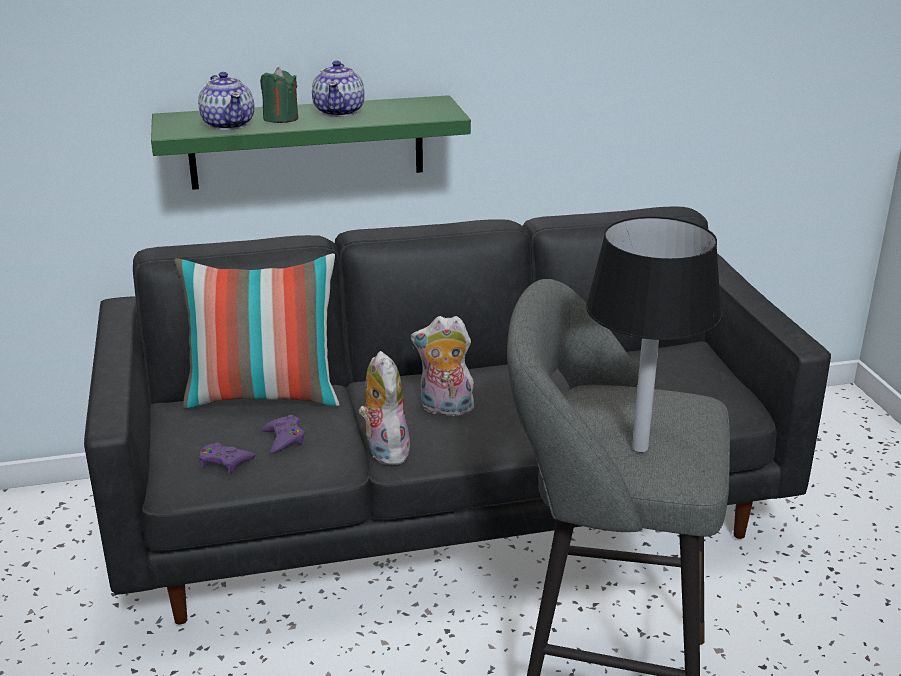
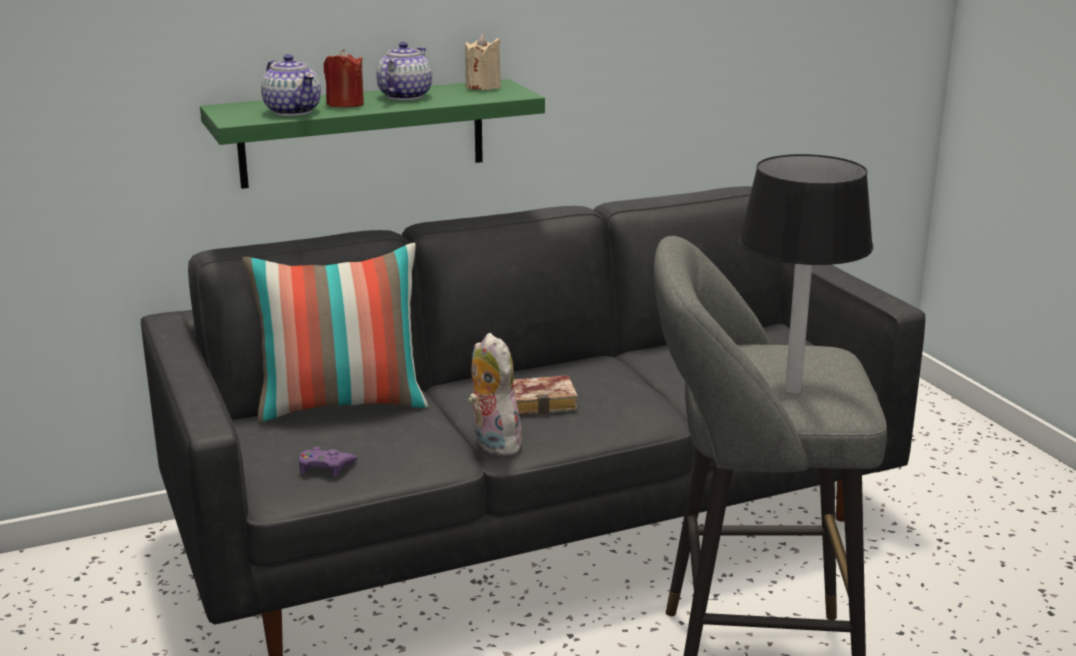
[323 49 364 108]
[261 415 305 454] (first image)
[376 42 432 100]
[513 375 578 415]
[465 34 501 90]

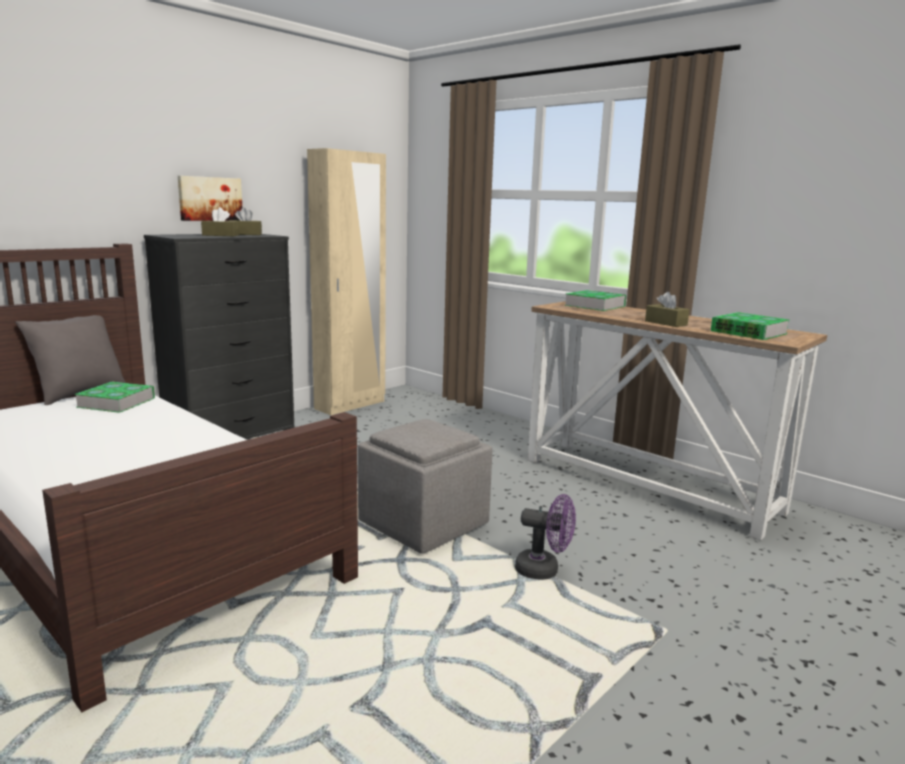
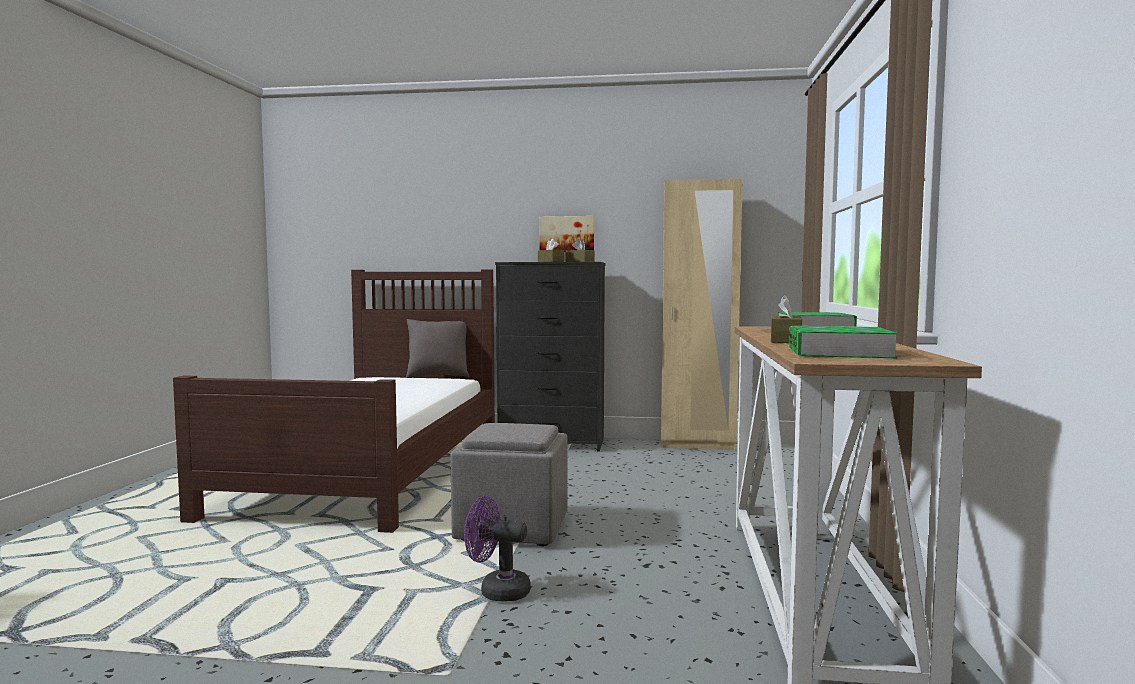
[75 381 155 413] (first image)
[464 496 531 601]

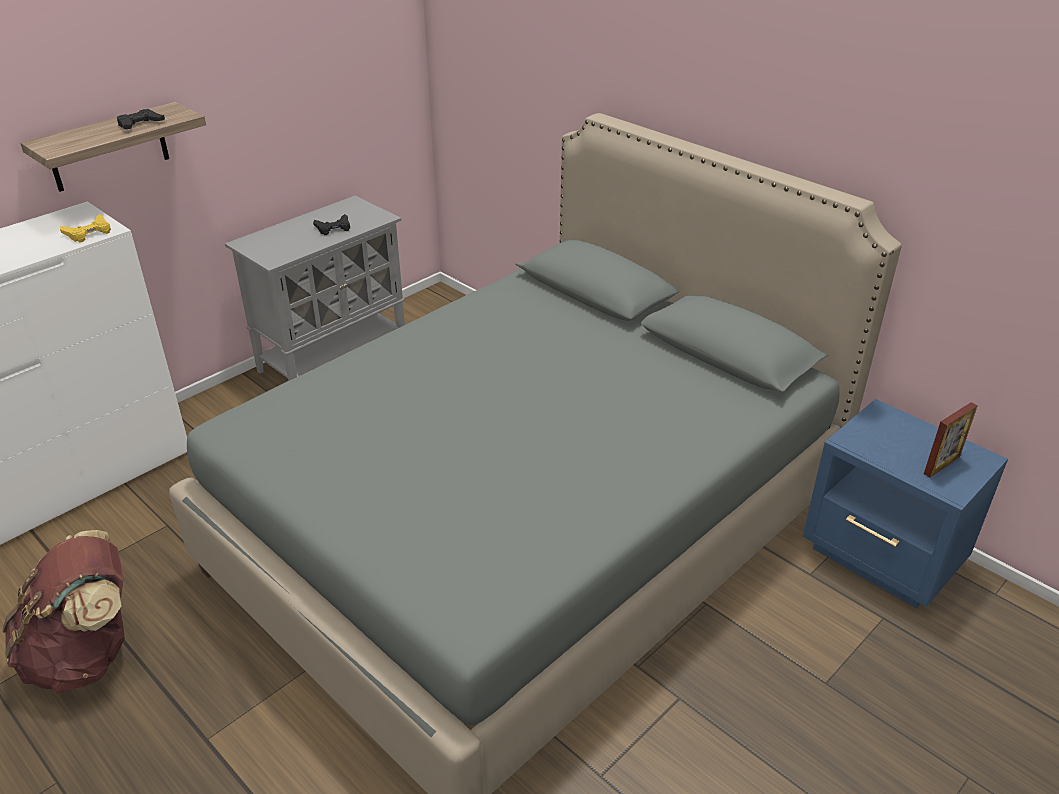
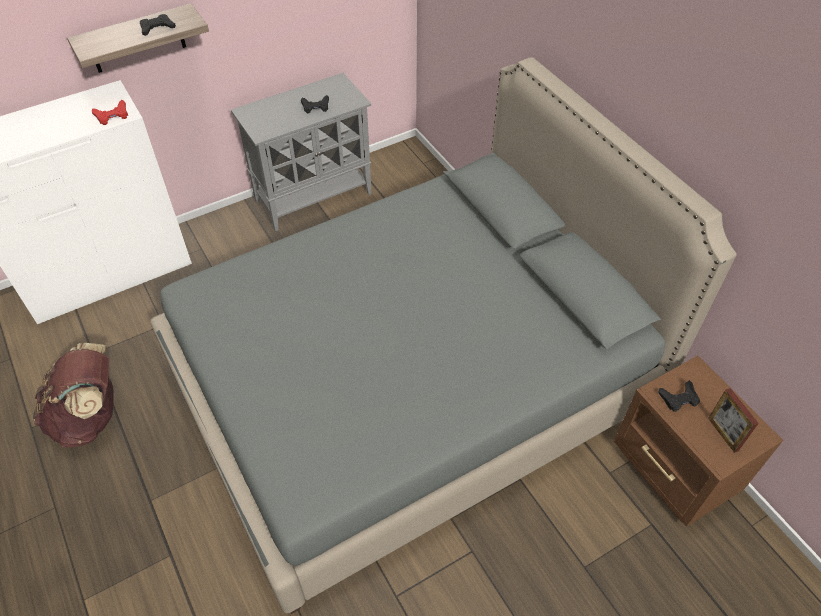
[92 100 128 125]
[614 356 783 527]
[708 388 759 453]
[659 380 700 412]

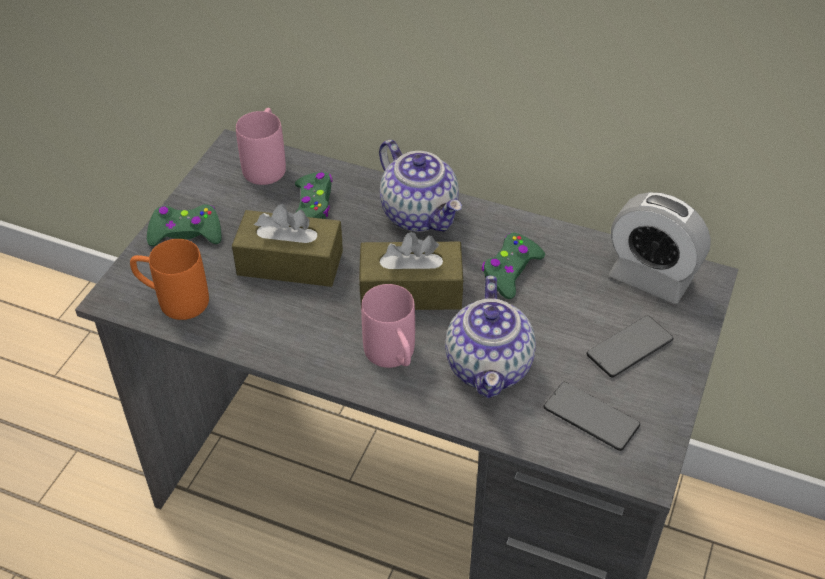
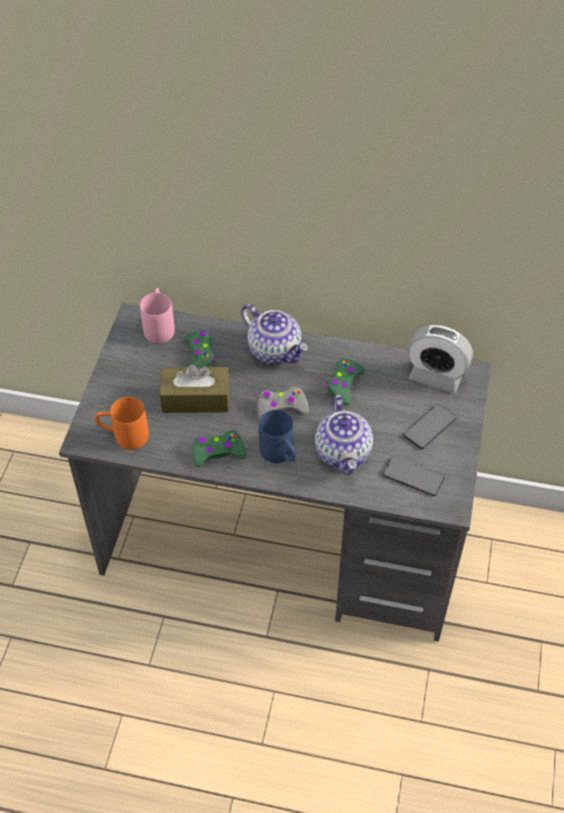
[193 430 247 467]
[257 387 309 420]
[259 410 296 463]

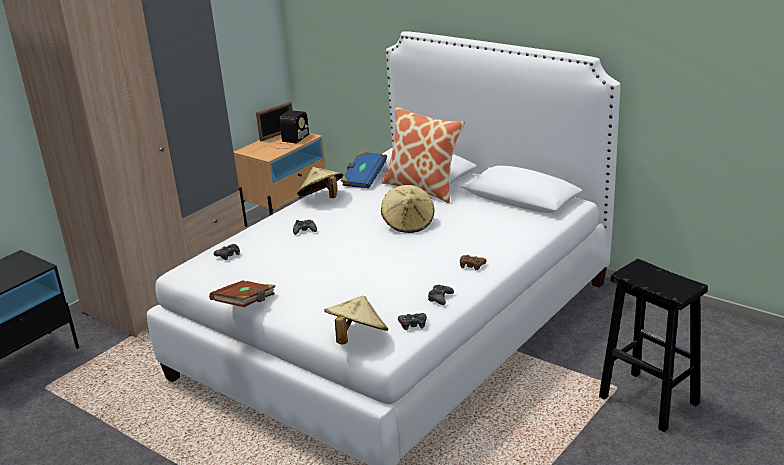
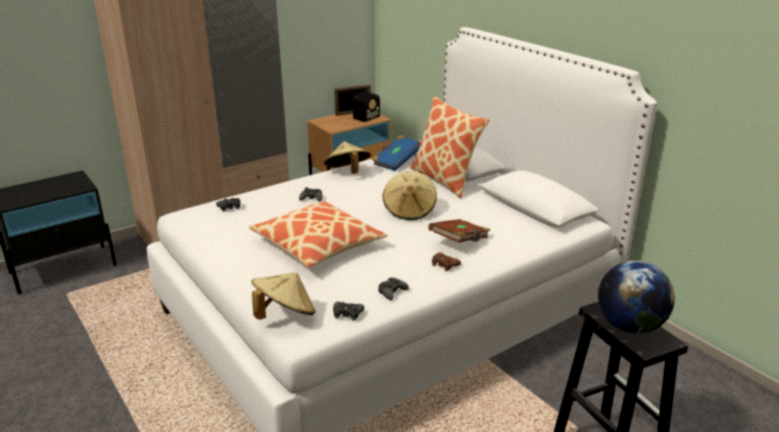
[428 219 490 243]
[249 201 388 268]
[598 261 675 334]

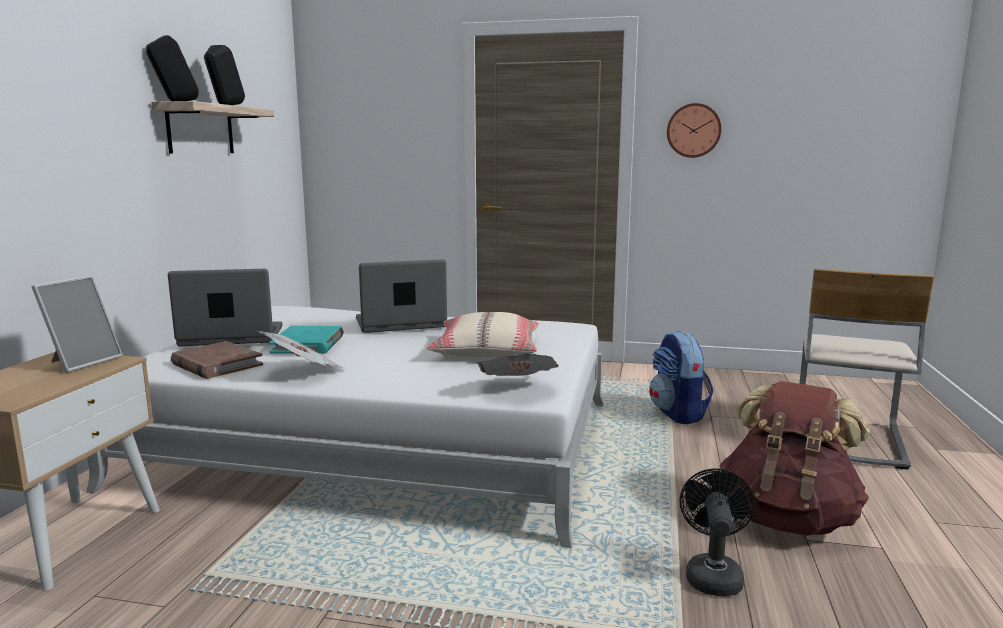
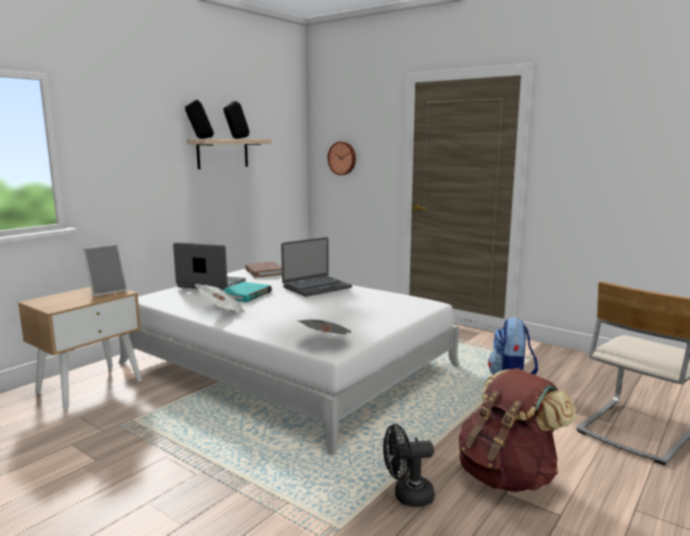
[245 261 282 278]
[281 237 352 297]
[427 312 539 358] (first image)
[327 142 356 175]
[383 424 435 507]

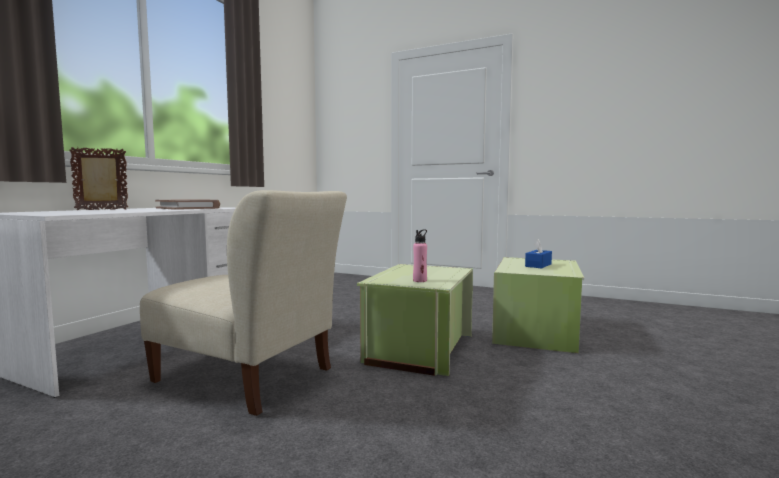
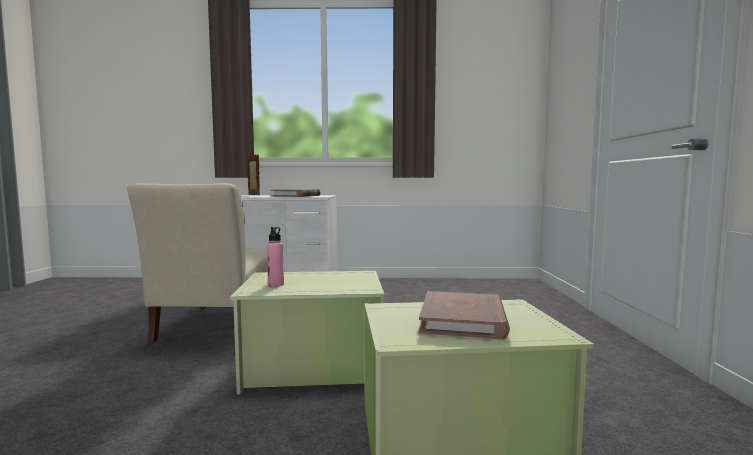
[419 291 510 339]

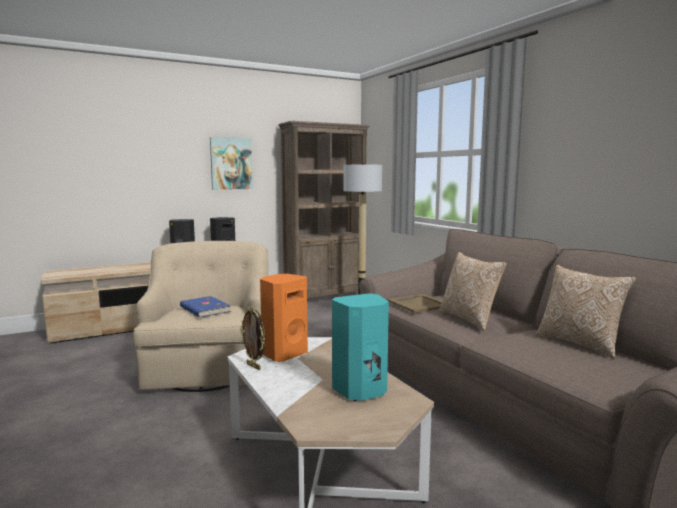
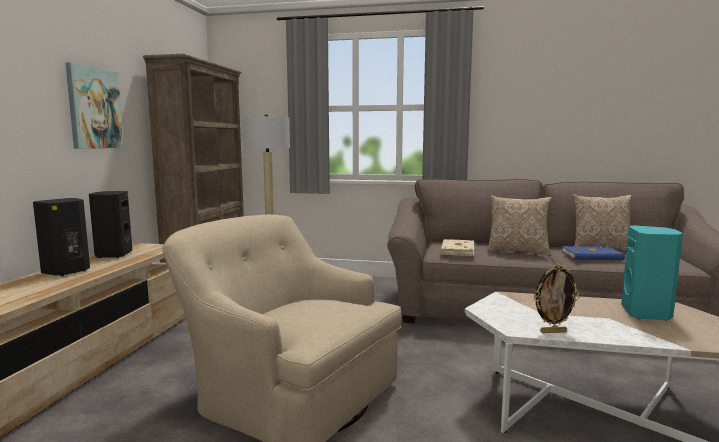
[562 246 625 261]
[260 274 308 362] (first image)
[440 239 475 256]

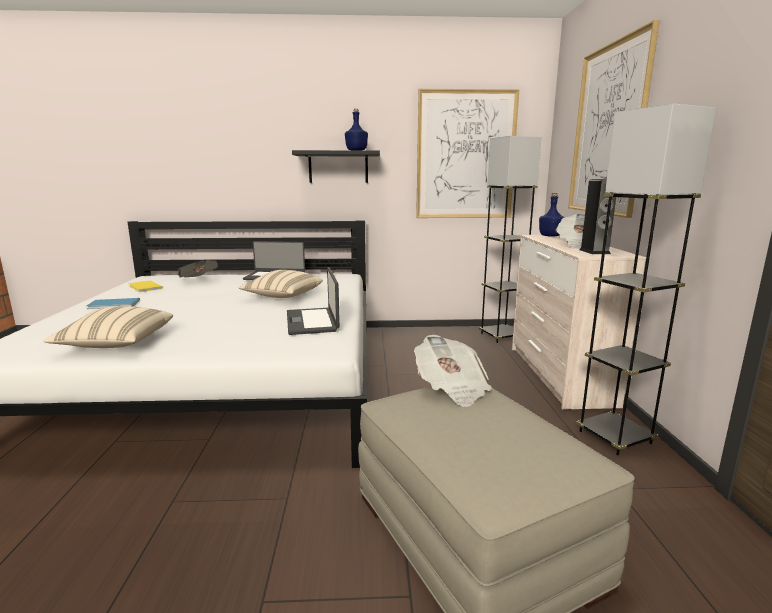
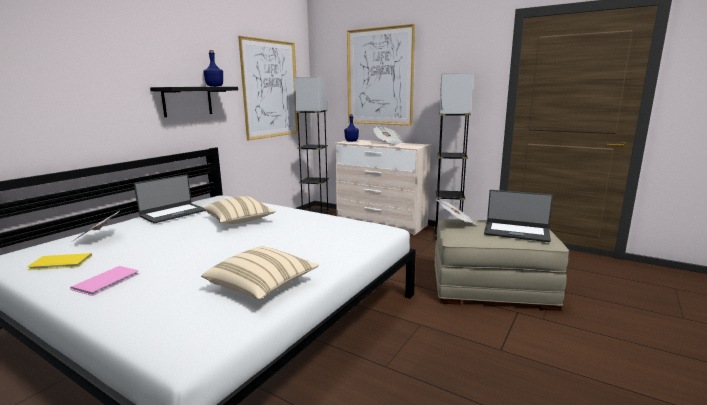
[70 266 139 296]
[484 190 553 242]
[579 179 616 254] (first image)

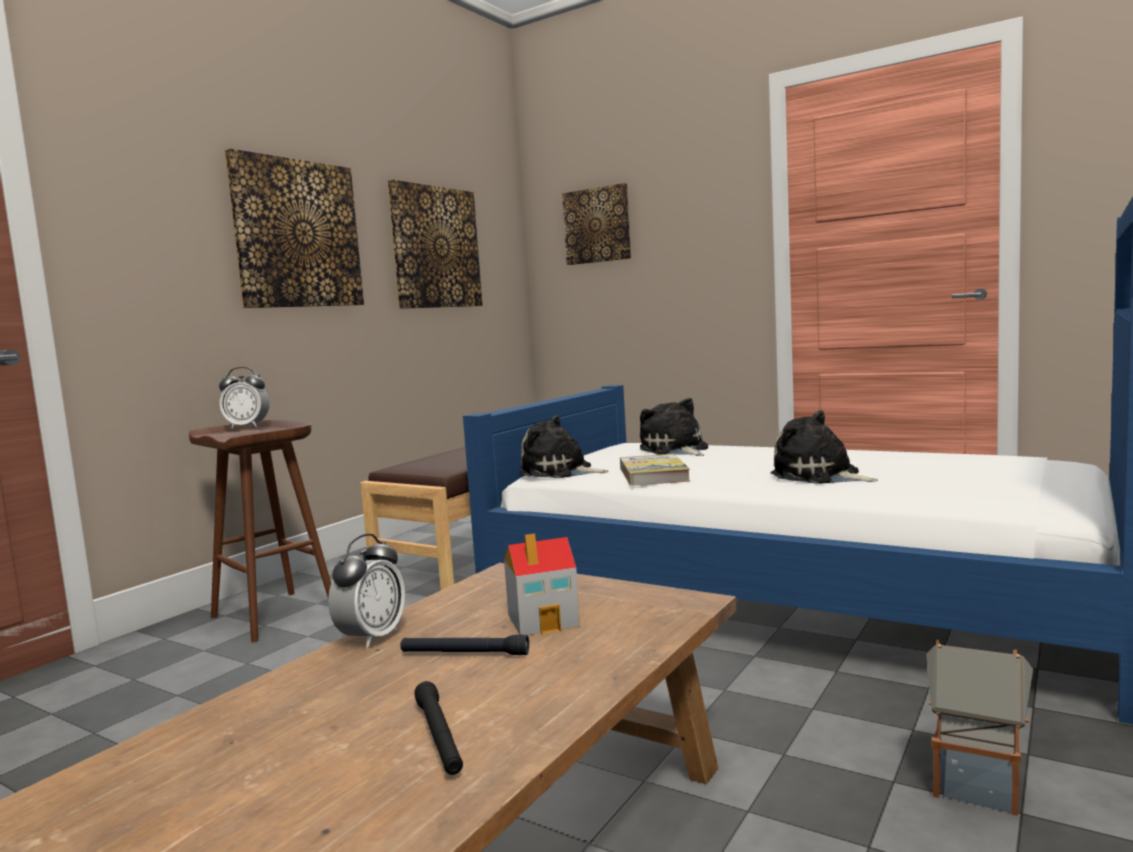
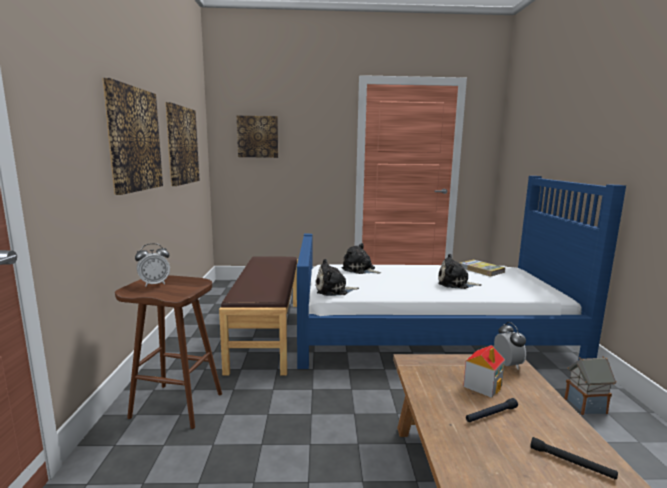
[494 322 526 370]
[460 260 506 276]

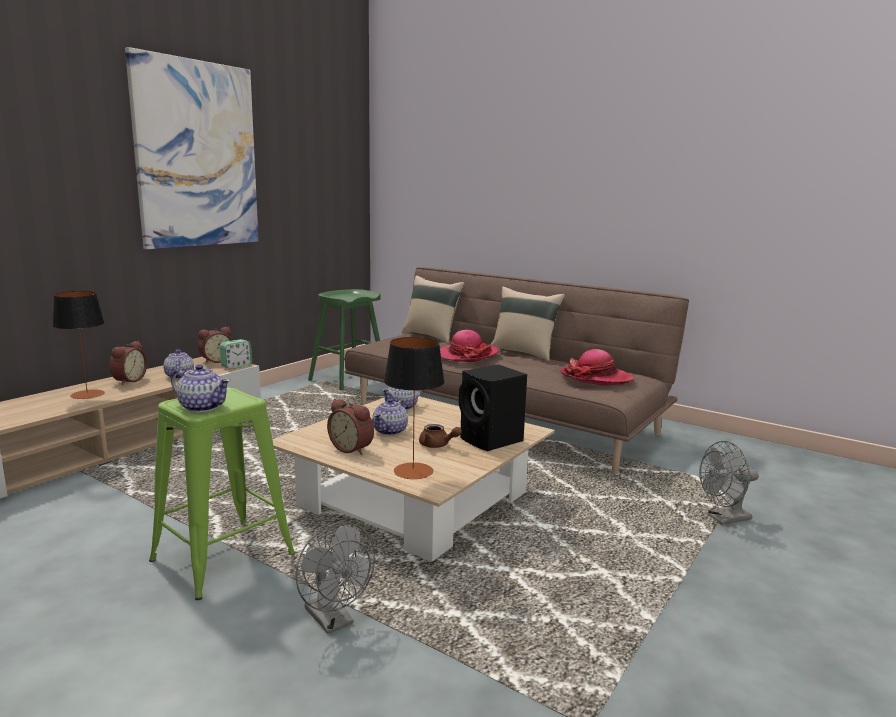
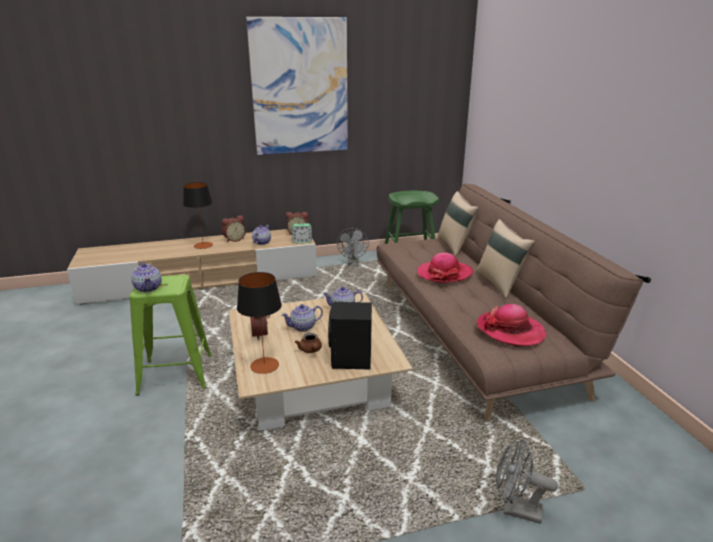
[337 228 369 266]

